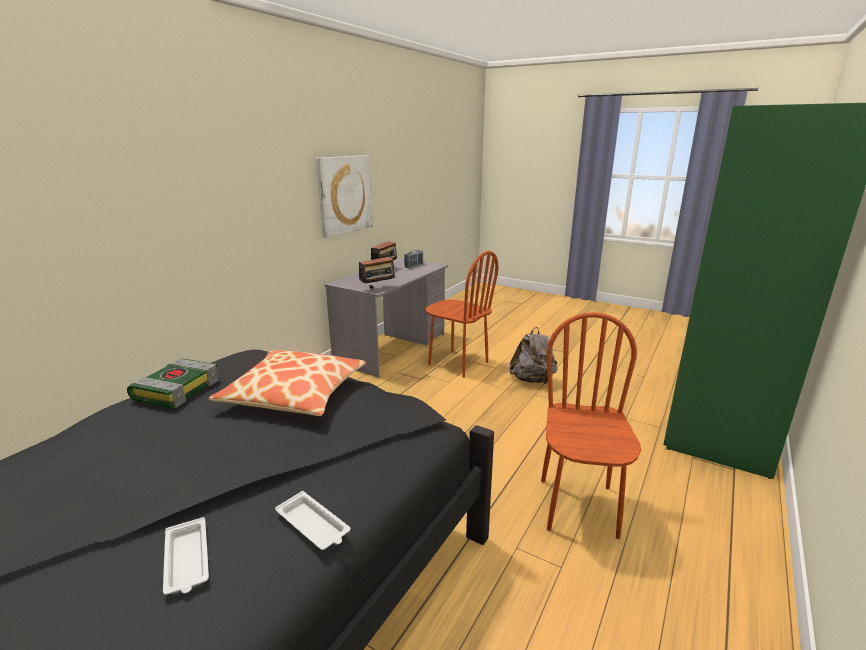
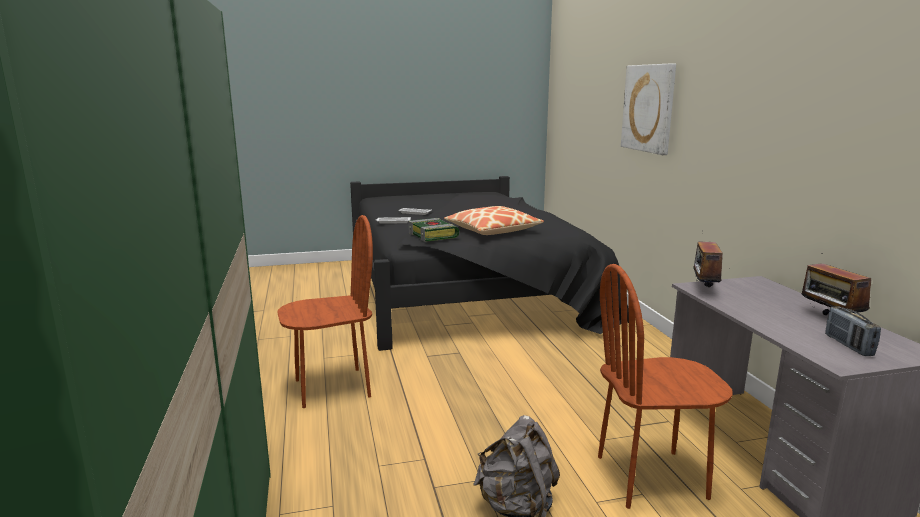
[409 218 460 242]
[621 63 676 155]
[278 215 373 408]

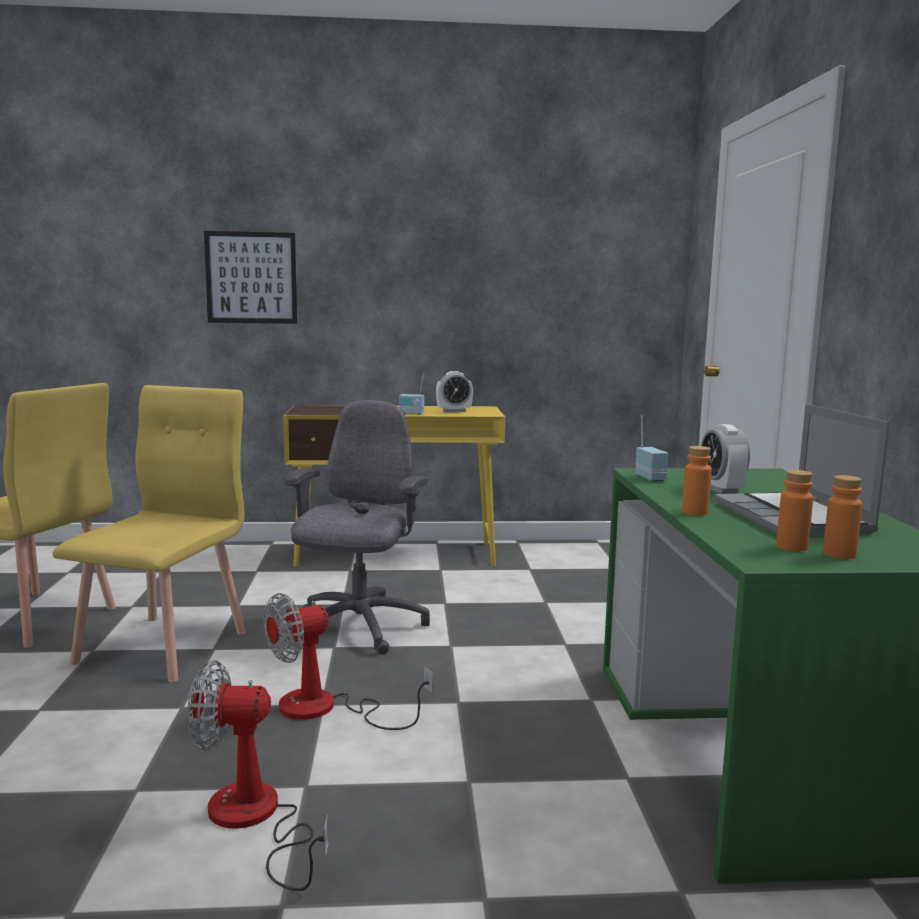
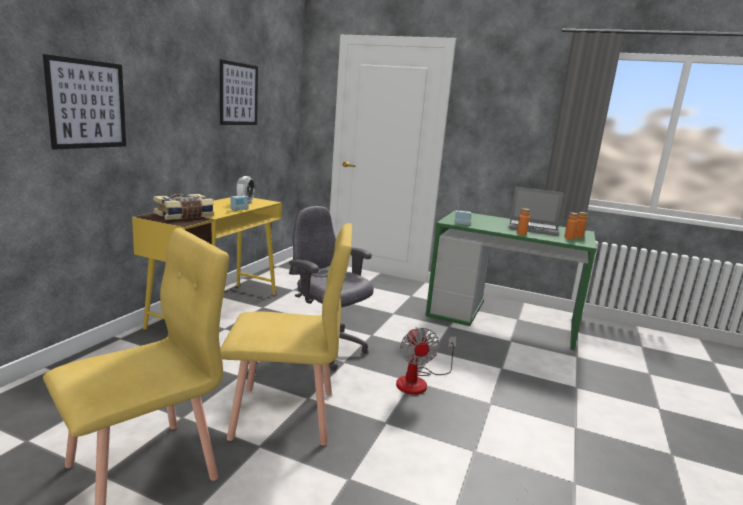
[220 223 352 446]
[187 660 329 891] (first image)
[701 424 750 494] (first image)
[153 194 214 220]
[220 59 258 125]

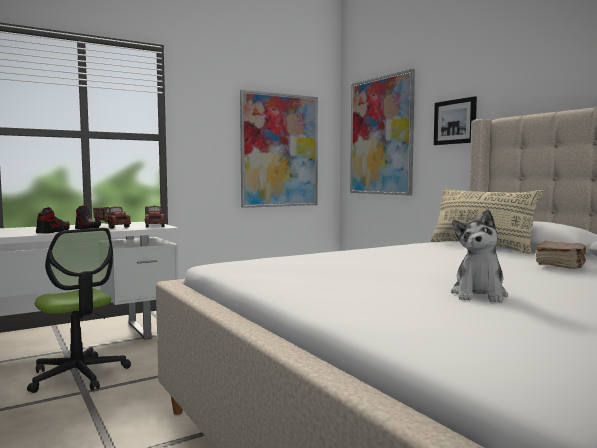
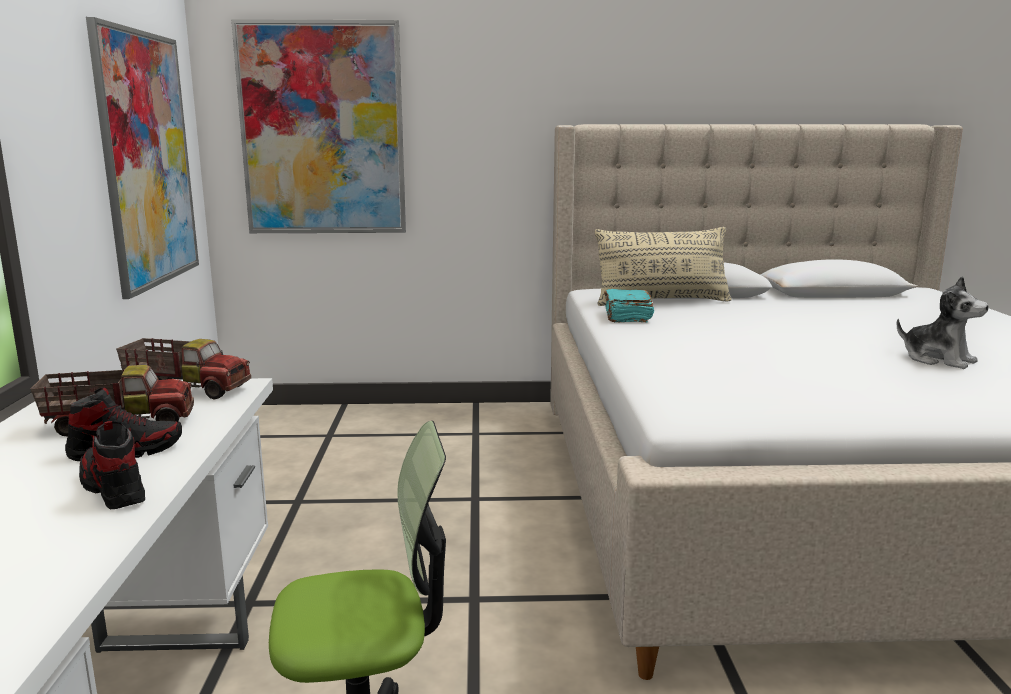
[434 96 477 145] (first image)
[535 241 586 269] (first image)
[604 289 654 322]

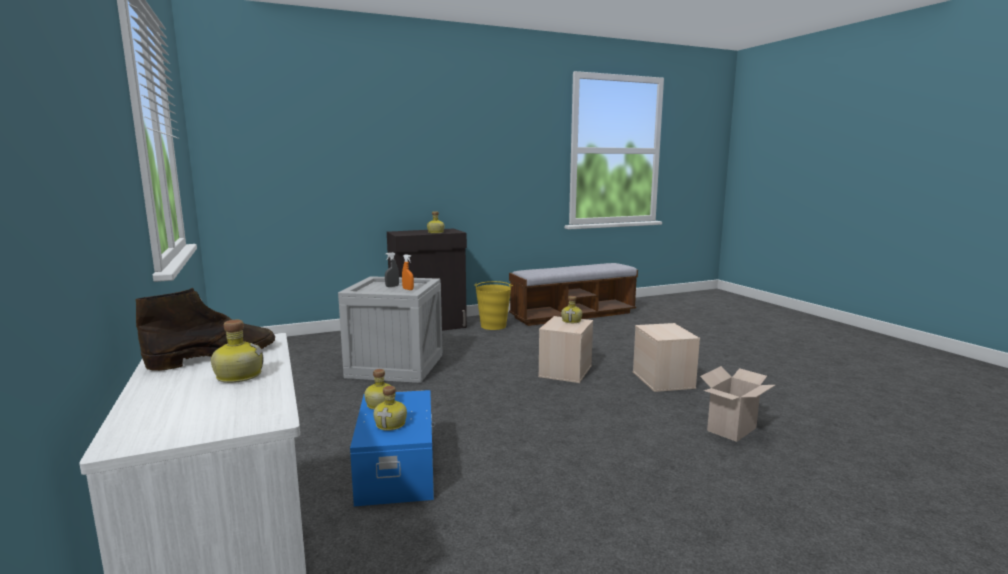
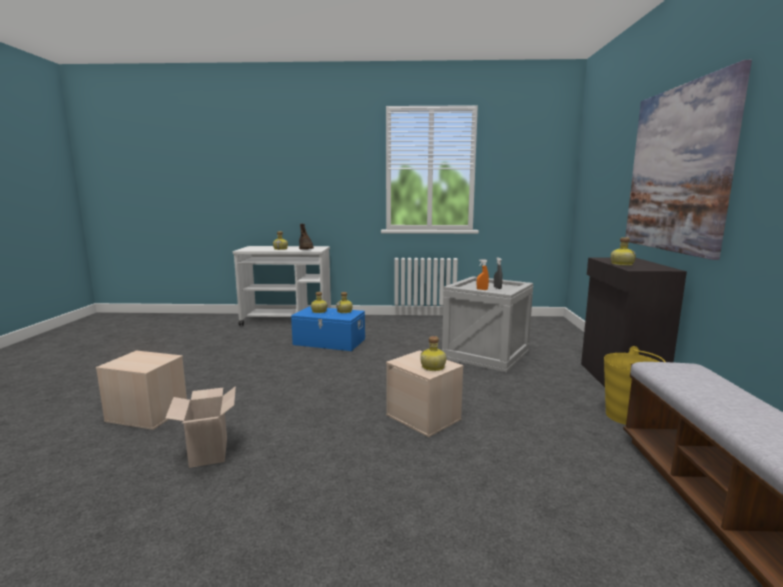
[96 351 187 430]
[625 60 752 260]

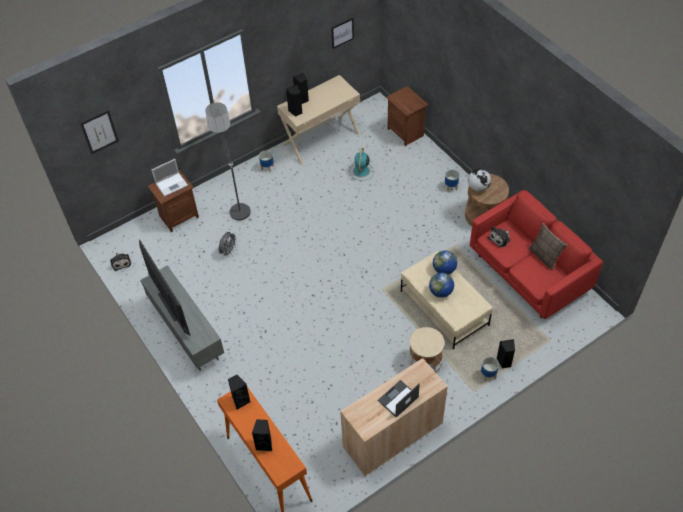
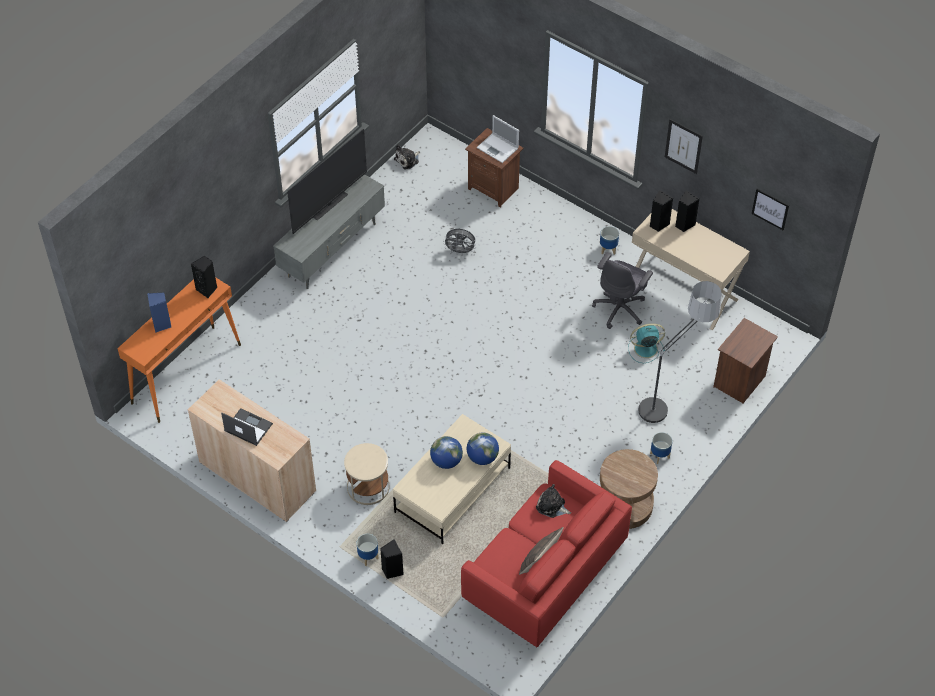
[665 119 703 174]
[637 281 722 423]
[147 293 171 333]
[468 168 491 192] (first image)
[592 252 653 329]

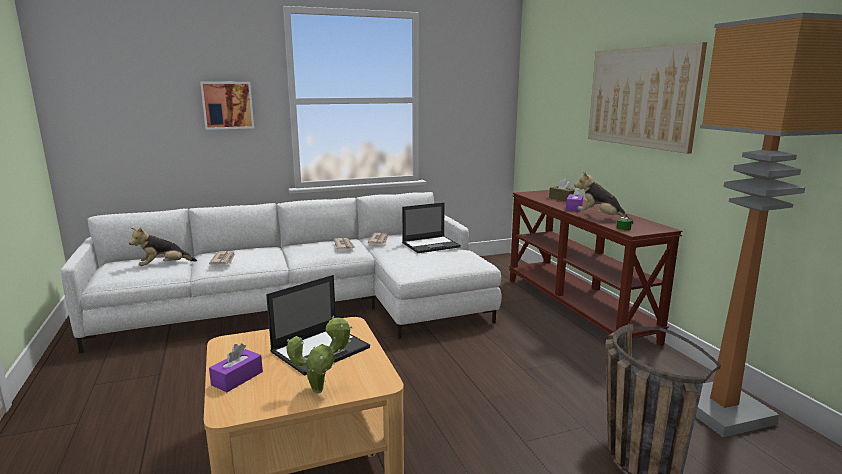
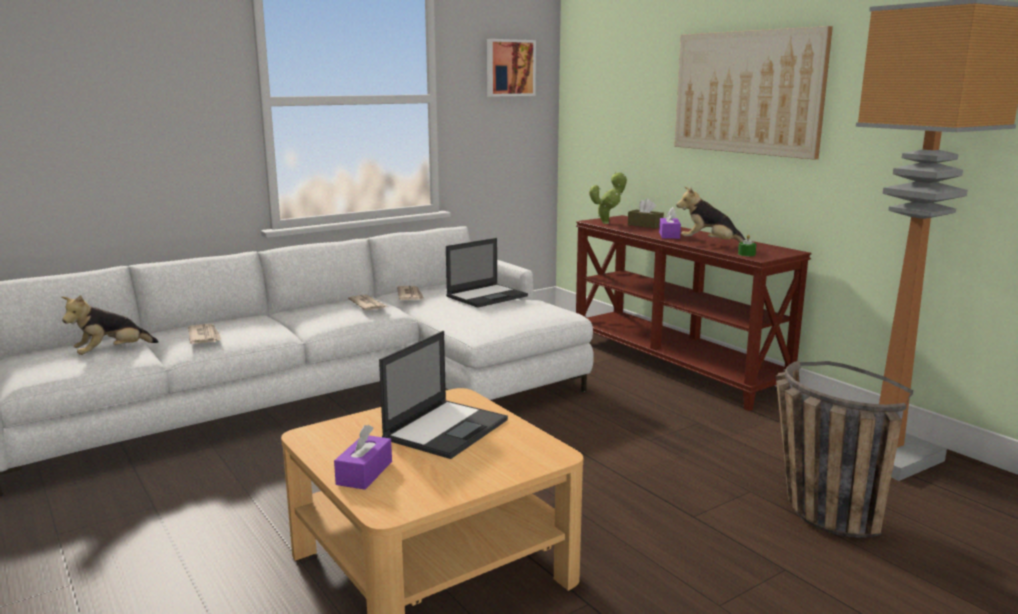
[487 39 536 97]
[589 172 627 224]

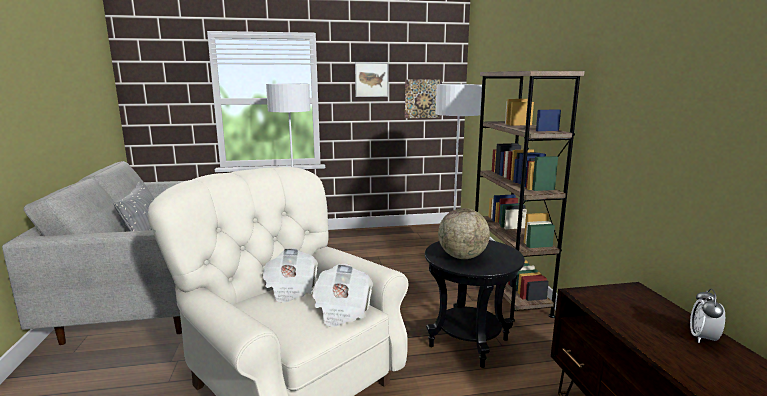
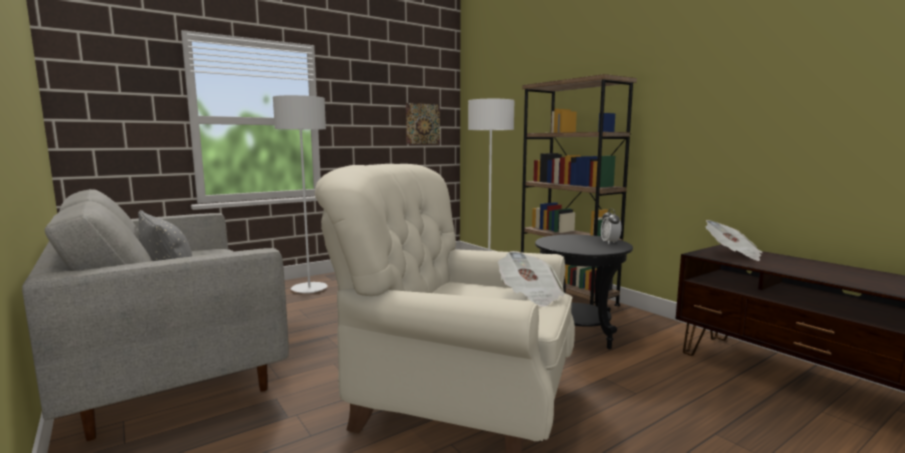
[706 220 762 261]
[355 62 389 97] (first image)
[438 208 490 259] (first image)
[601 209 622 244]

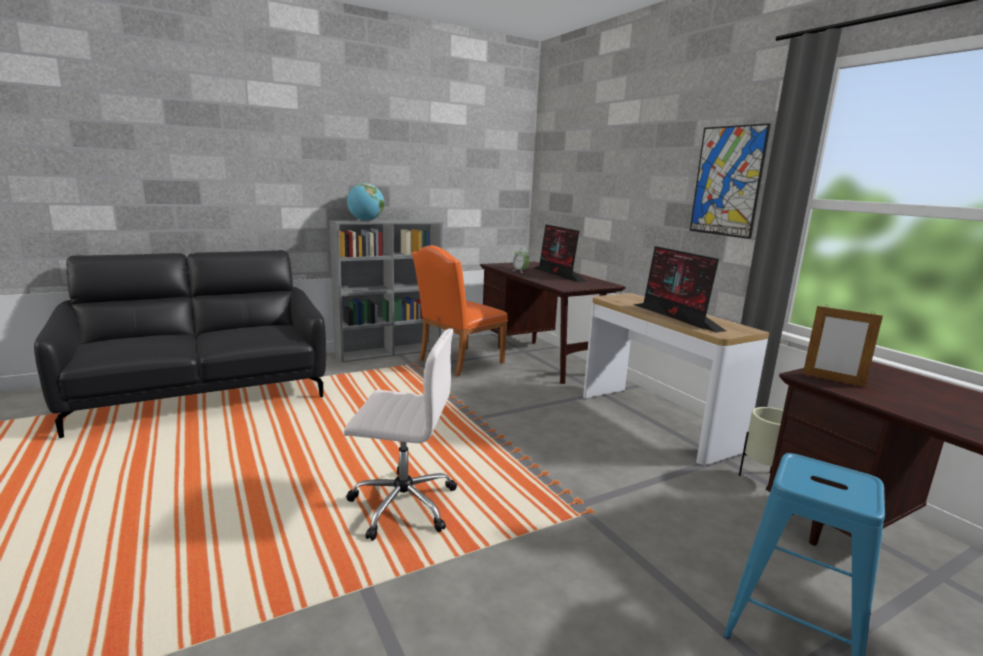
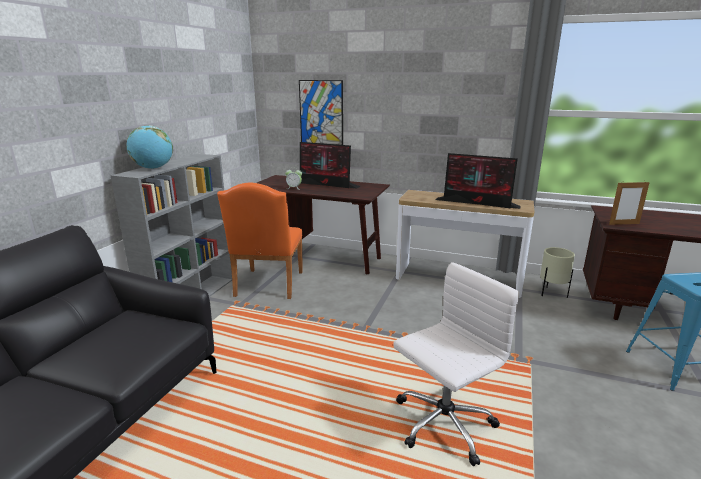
[299 80 343 145]

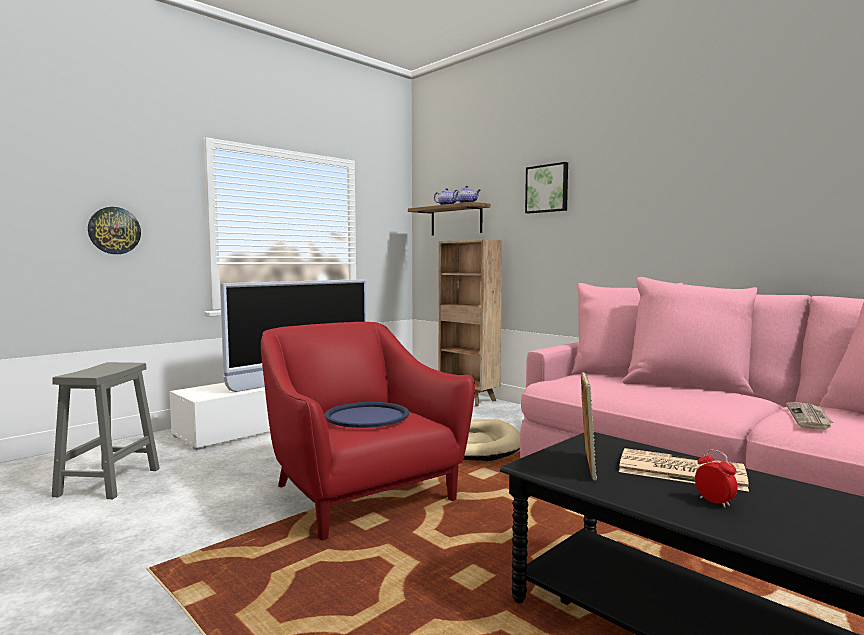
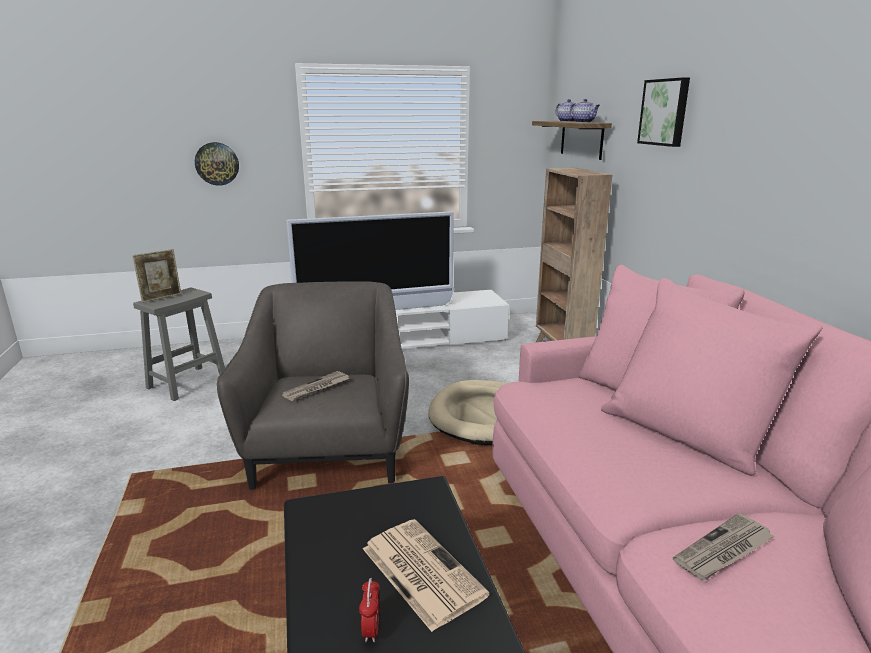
[217 281 409 490]
[281 371 349 401]
[132 249 182 303]

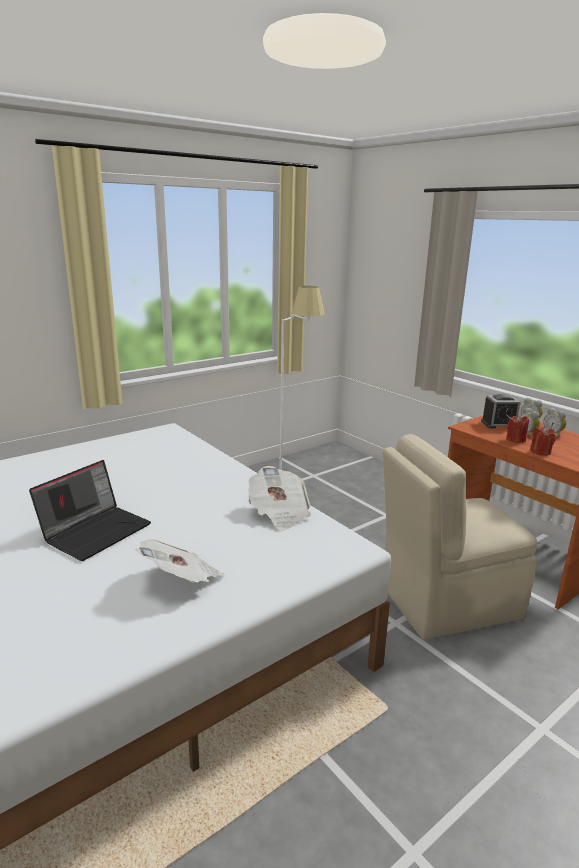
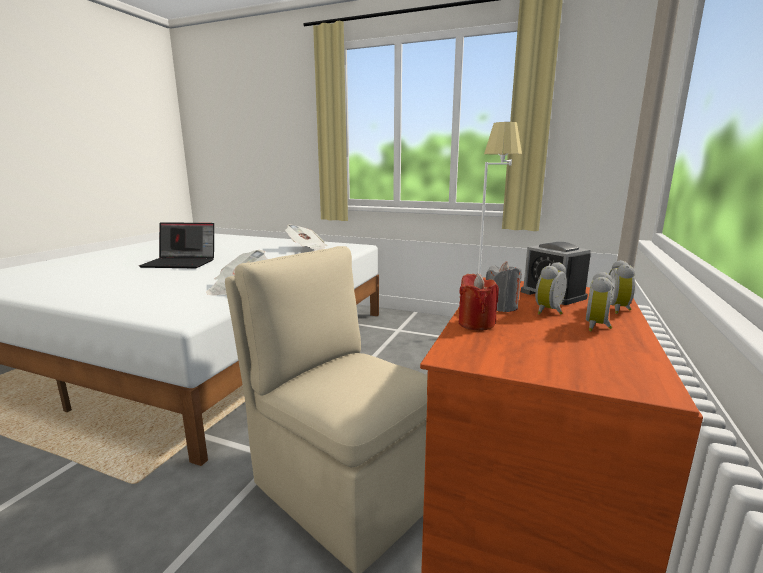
[285 224 327 251]
[486 261 522 312]

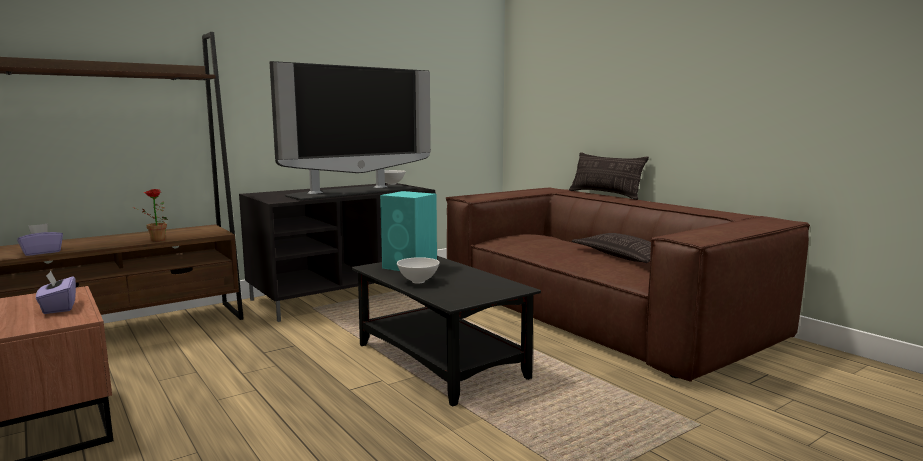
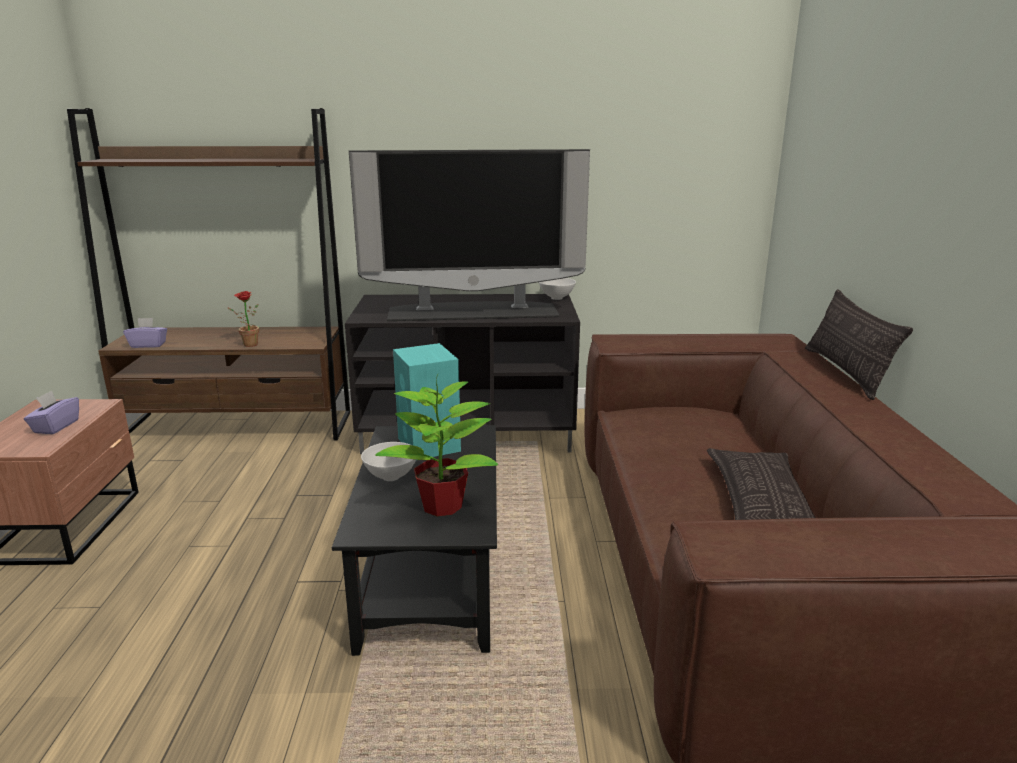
[375 374 498 516]

